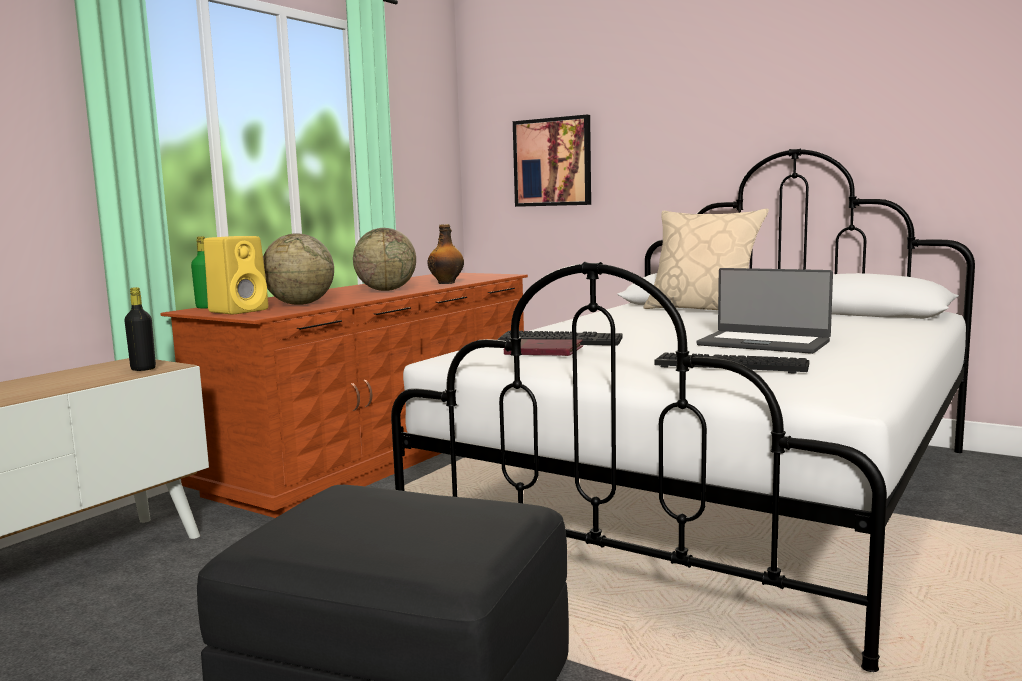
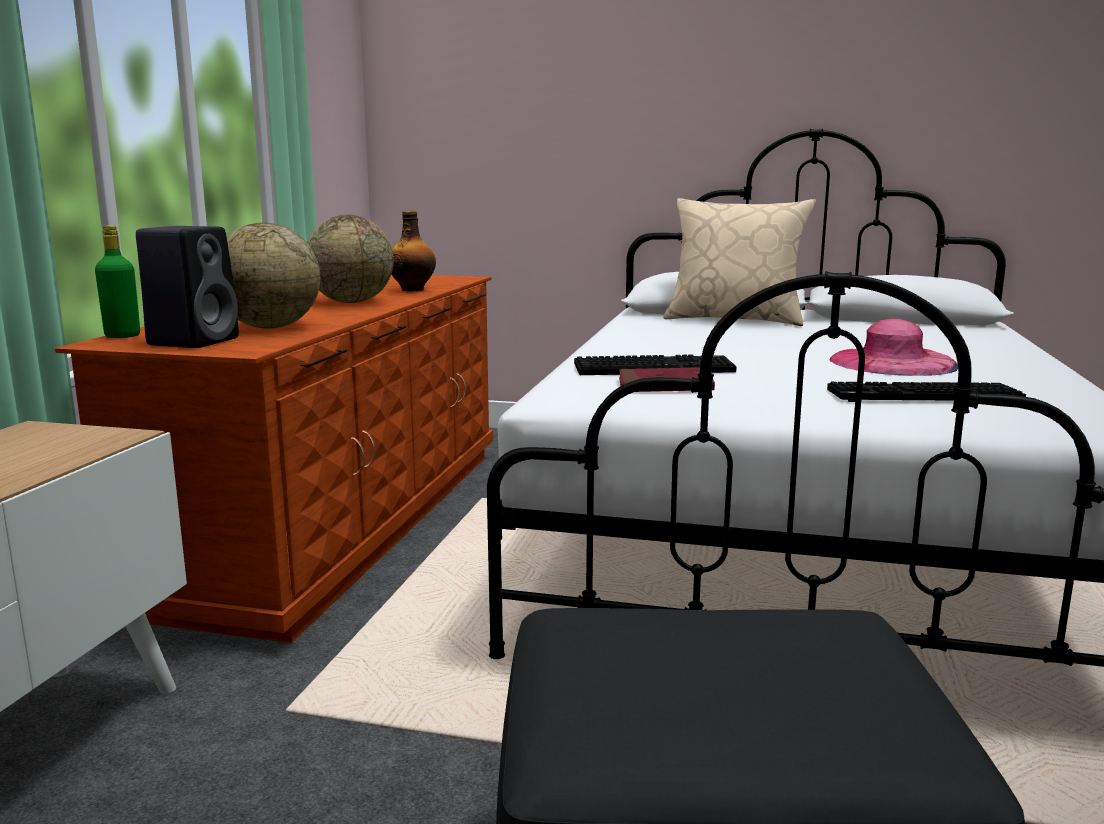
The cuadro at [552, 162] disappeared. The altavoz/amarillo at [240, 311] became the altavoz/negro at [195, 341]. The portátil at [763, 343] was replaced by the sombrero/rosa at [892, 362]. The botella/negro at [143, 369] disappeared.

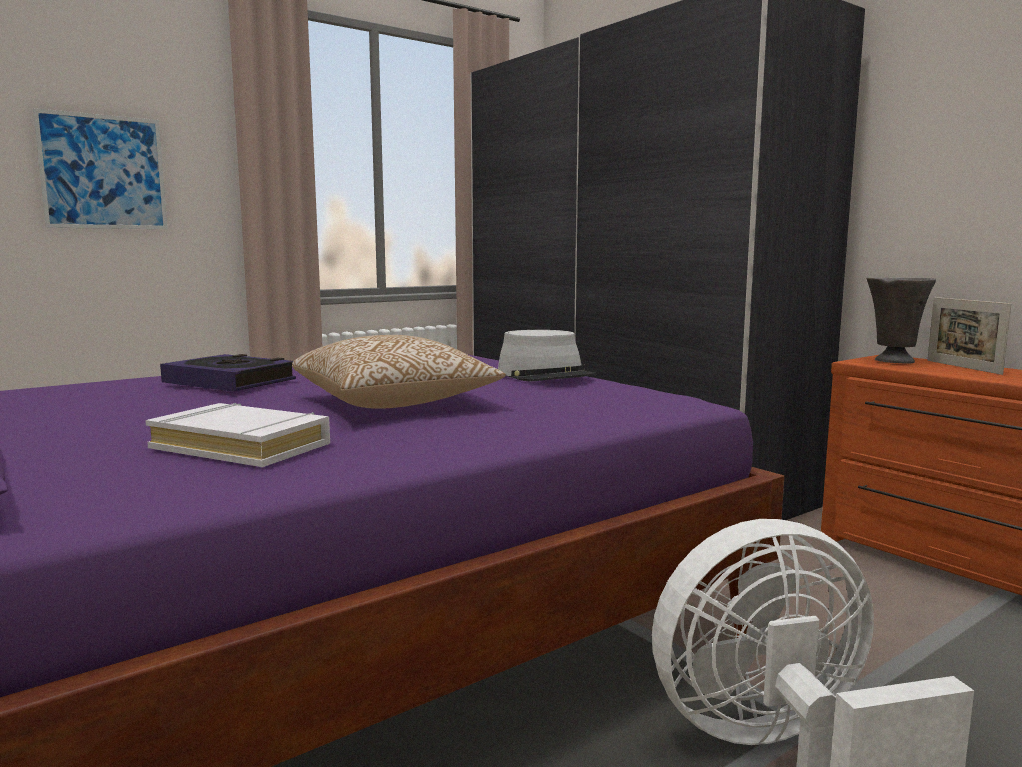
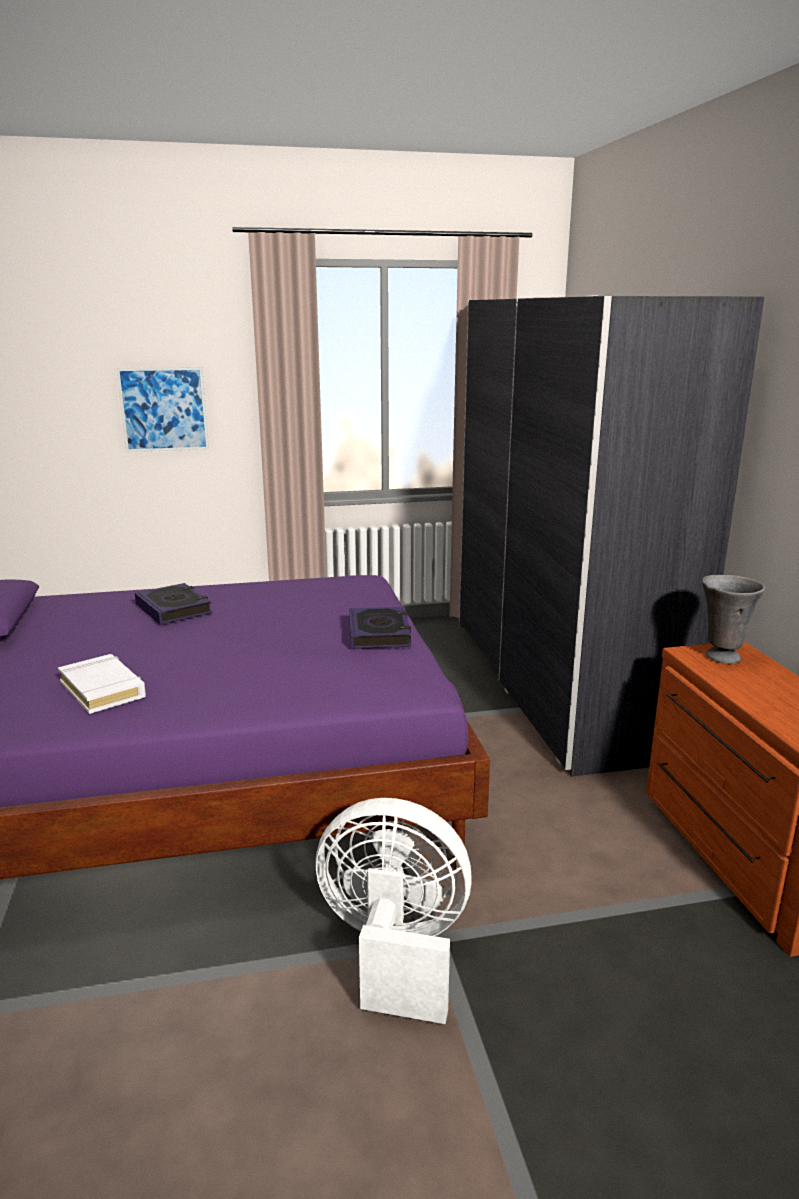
The portarretratos at [963, 367] disappeared. The sombrero/gris at [546, 375] was replaced by the libro at [379, 634]. The cojín at [396, 403] disappeared.

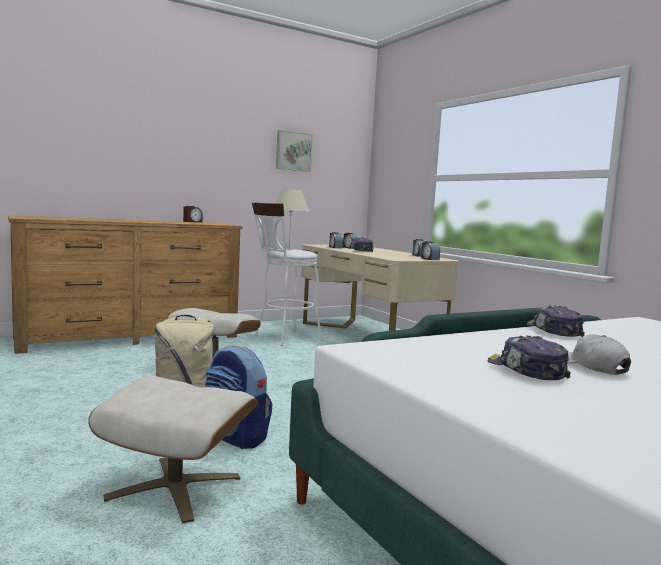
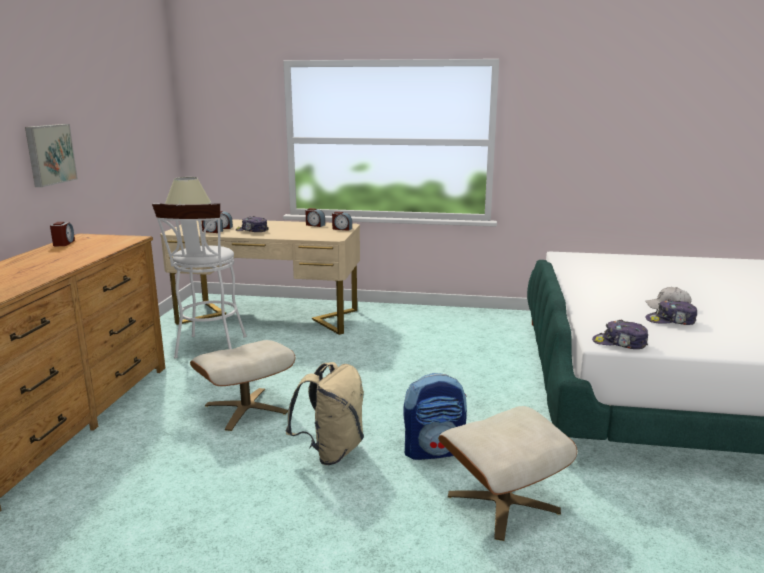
The cuadro moved from [293, 151] to [49, 154]. The gorra moved from [553, 331] to [619, 344].

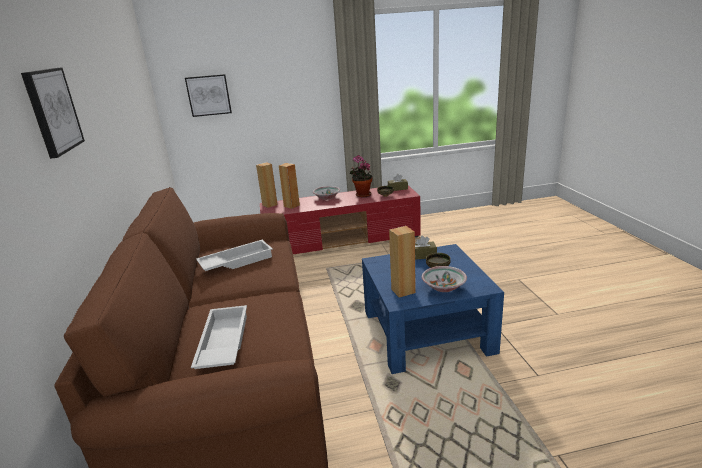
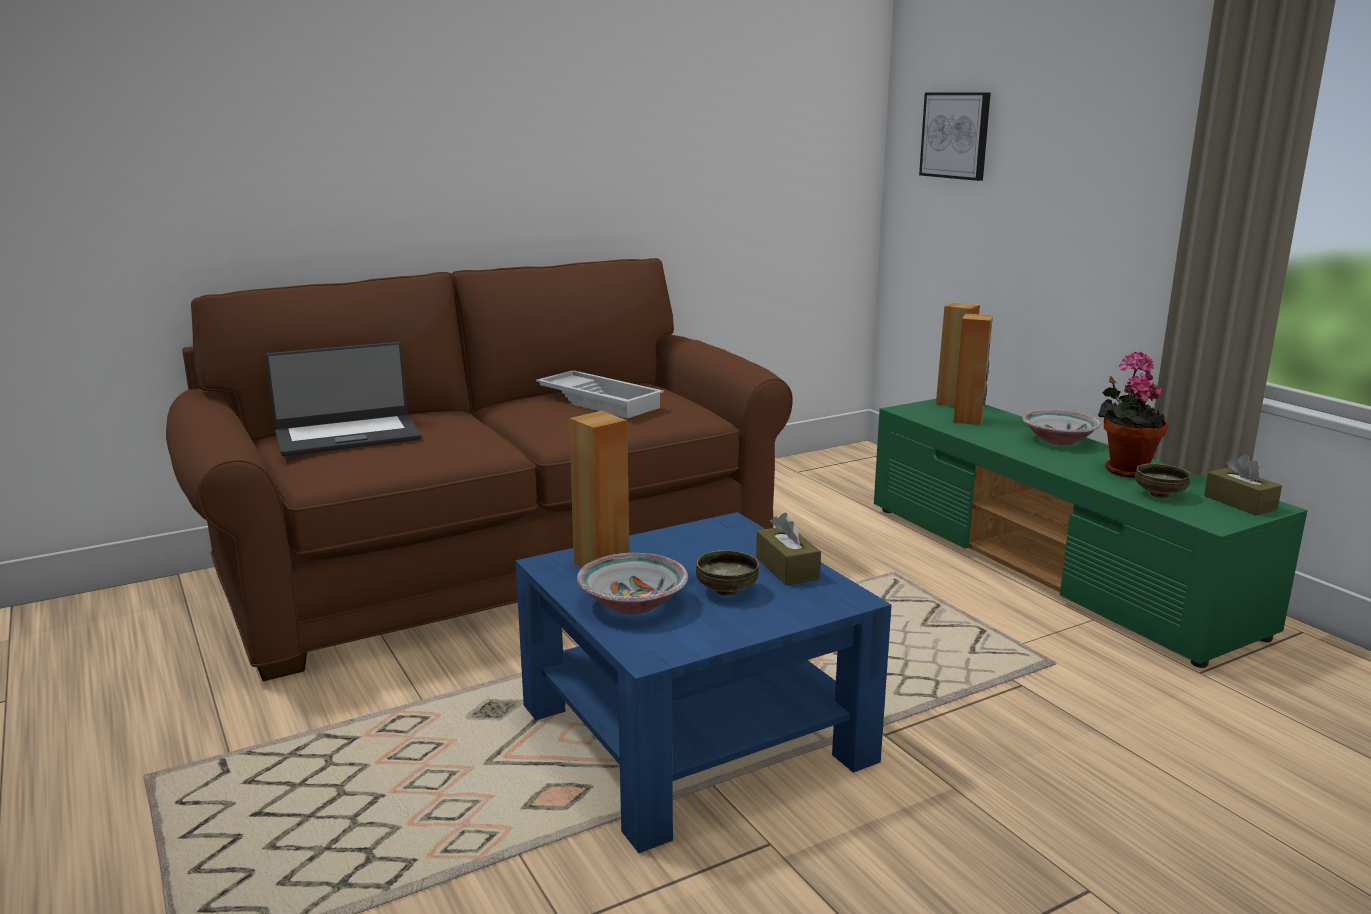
The cuadro at [52, 111] disappeared. The mueble de televisión/rojo at [343, 240] became the mueble de televisión/verde at [1053, 567]. The bandeja/blanco at [222, 343] was replaced by the portátil at [347, 435].

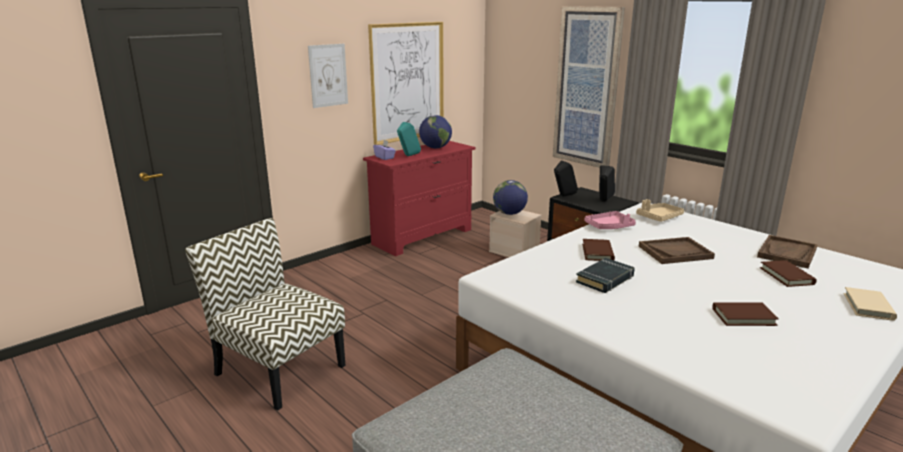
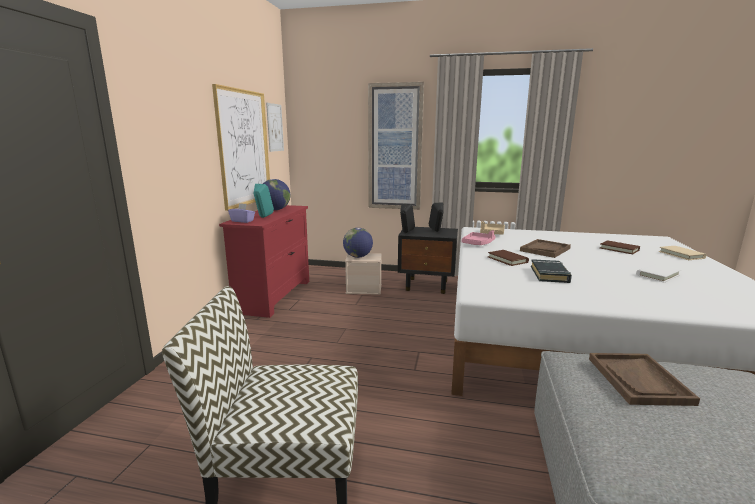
The cuadro moved from [328, 75] to [275, 127]. The bandeja/marrón moved from [787, 253] to [638, 380]. The libro/marrón at [743, 317] became the libro/blanco at [657, 275].

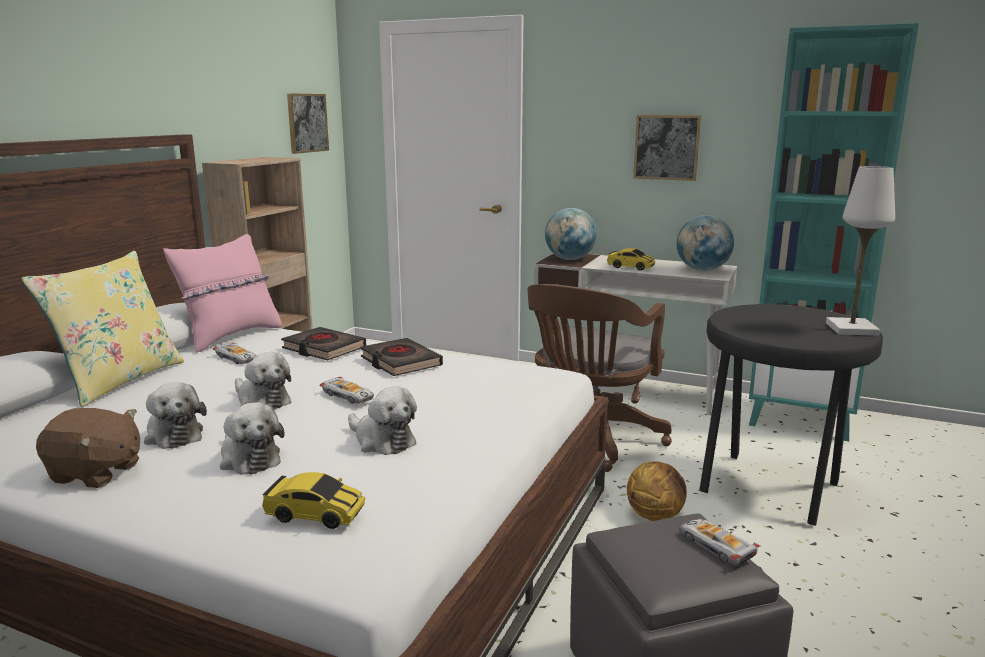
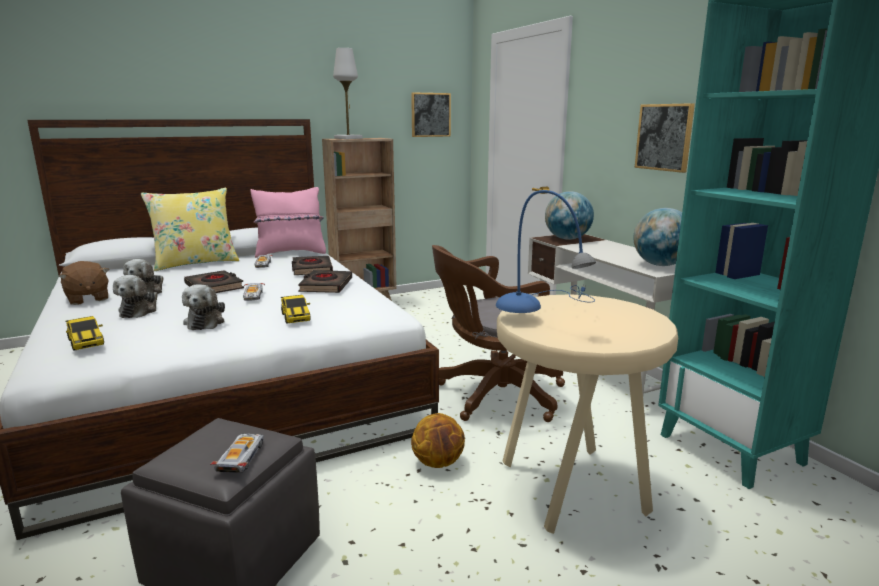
The lámpara de mesa/blanco moved from [851, 329] to [348, 138]. The coche de juguete moved from [630, 267] to [295, 317]. The taburete/negro at [772, 490] became the taburete/beis at [572, 490]. The peluche at [262, 401] was replaced by the libro/negro at [214, 287]. The lámpara de mesa/azul at [543, 318] appeared.

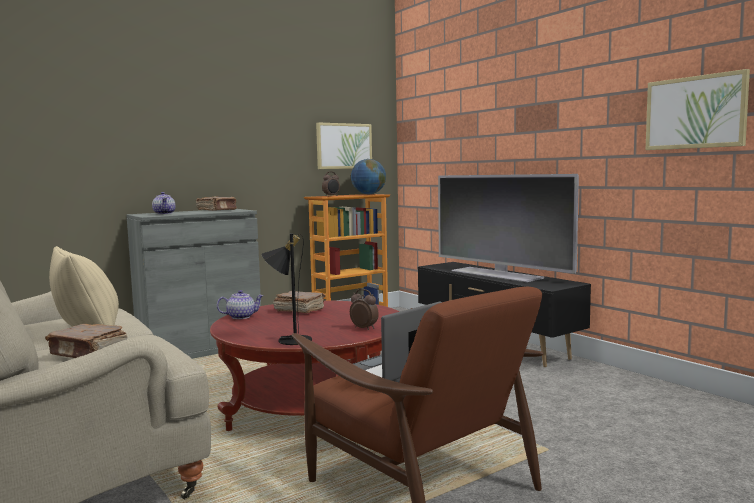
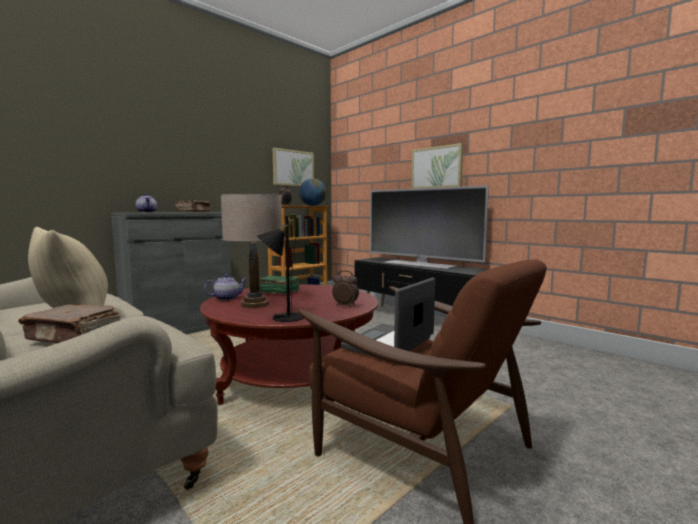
The cuadro moved from [695, 112] to [436, 167]. The libro/marrón at [299, 310] became the libro/verde at [277, 292]. The lámpara de mesa/beis at [255, 305] appeared.

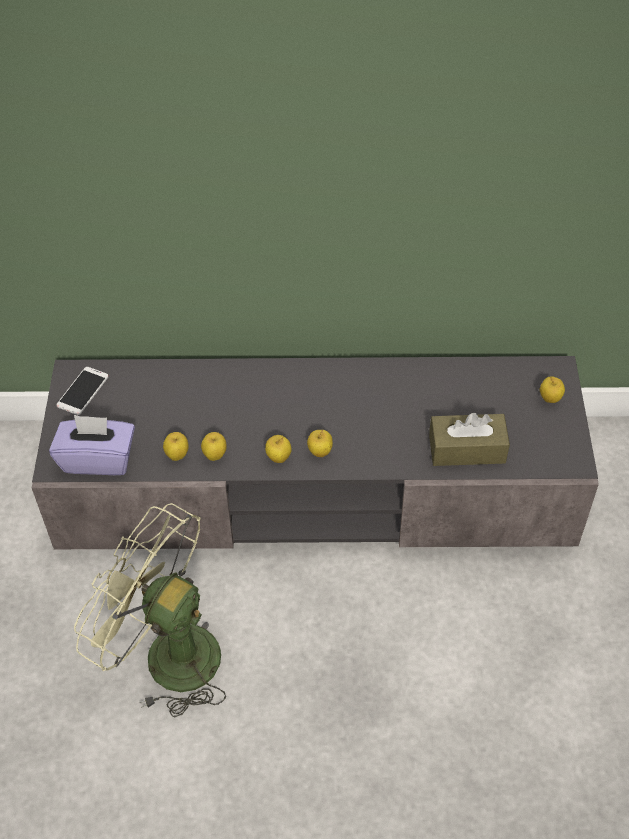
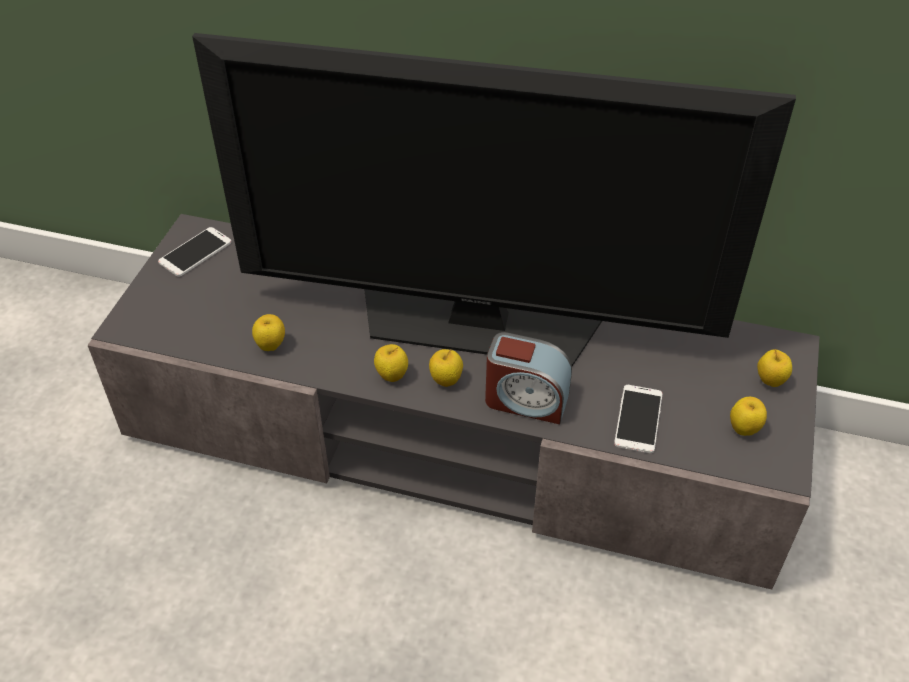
The caja de pañuelos/marrón at [467, 449] was replaced by the móvil at [638, 419]. The caja de pañuelos/morado at [98, 459] disappeared. The manzana moved from [215, 455] to [744, 429]. The ventilador/verde at [167, 653] disappeared. The televisor at [478, 321] appeared. The despertador at [526, 400] appeared.

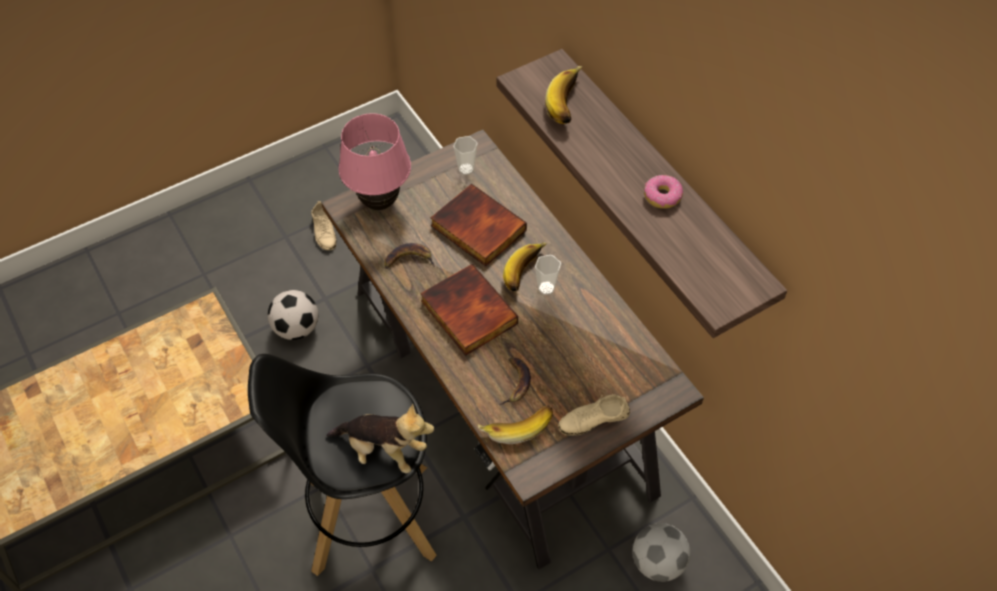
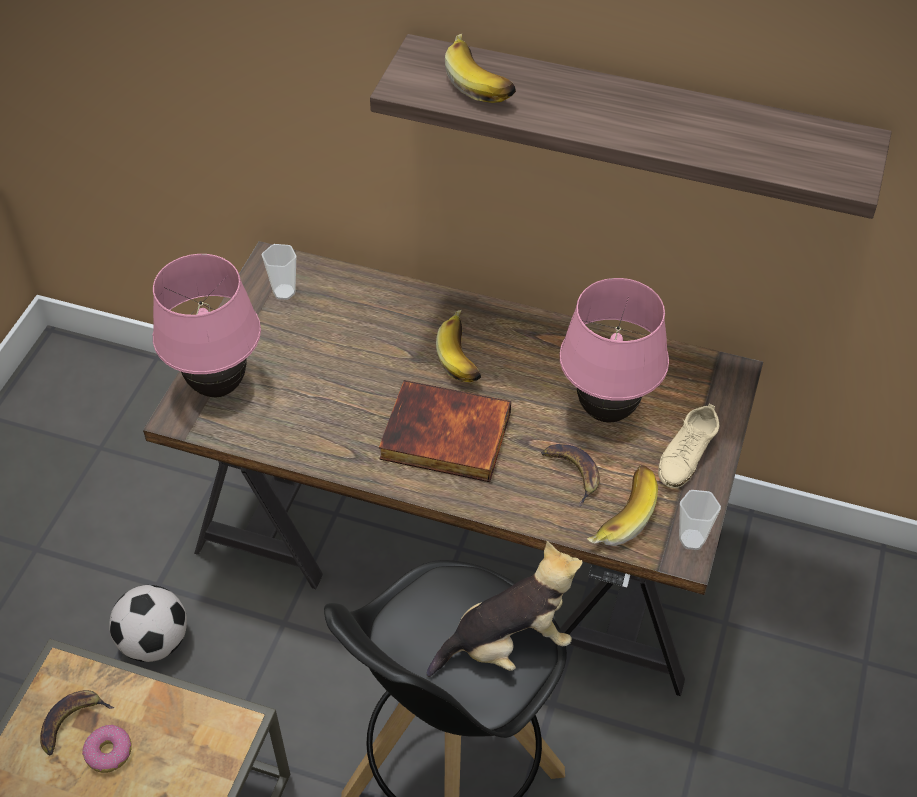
The rosquilla moved from [662, 196] to [109, 753]. The libro at [476, 228] disappeared. The zapato/beis at [324, 231] disappeared. The plátano moved from [409, 259] to [72, 722]. The taza moved from [546, 288] to [692, 539]. The balón de fútbol at [658, 562] disappeared. The lámpara de mesa/rosa at [607, 411] appeared.

